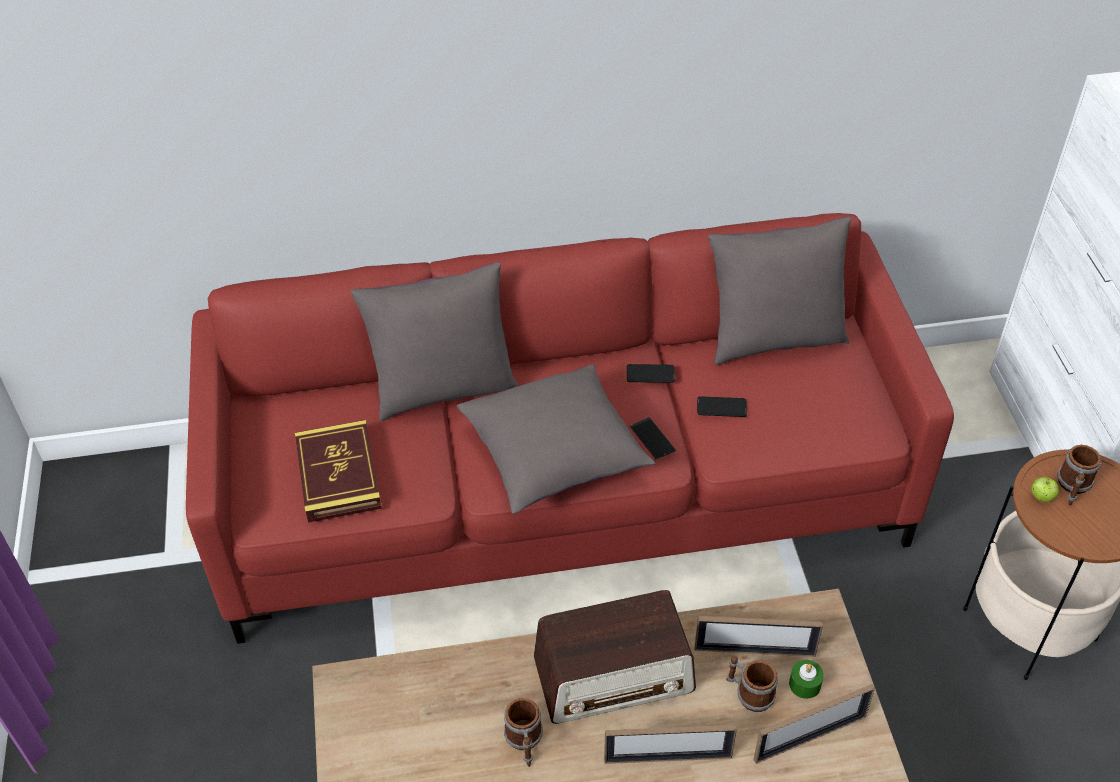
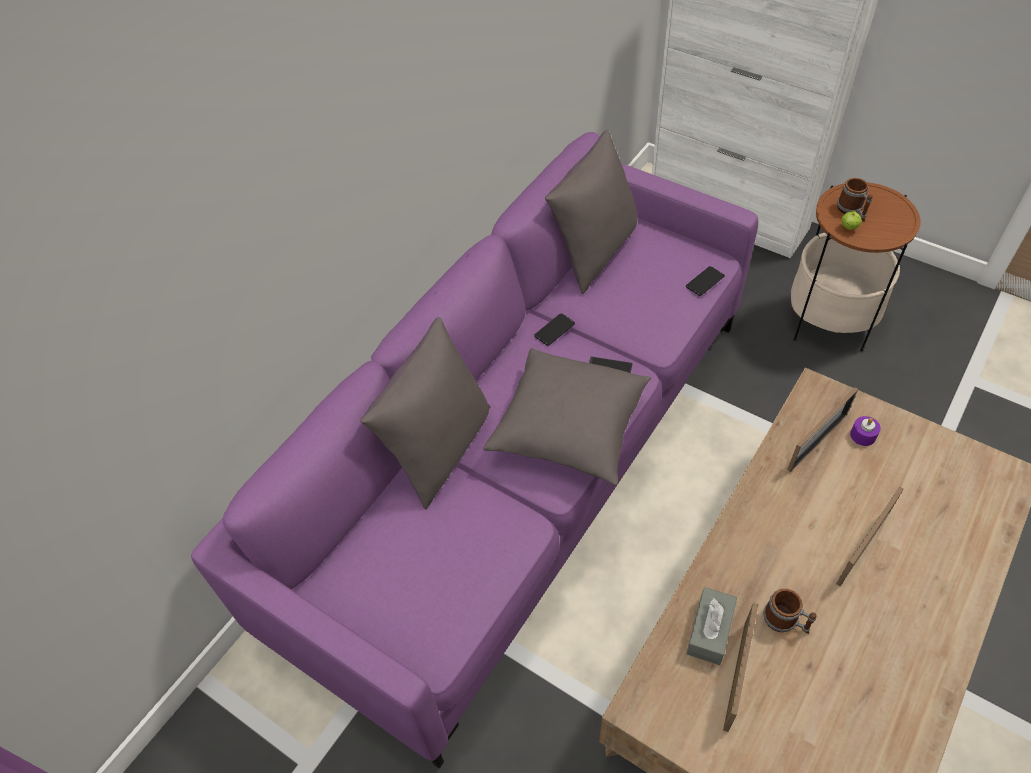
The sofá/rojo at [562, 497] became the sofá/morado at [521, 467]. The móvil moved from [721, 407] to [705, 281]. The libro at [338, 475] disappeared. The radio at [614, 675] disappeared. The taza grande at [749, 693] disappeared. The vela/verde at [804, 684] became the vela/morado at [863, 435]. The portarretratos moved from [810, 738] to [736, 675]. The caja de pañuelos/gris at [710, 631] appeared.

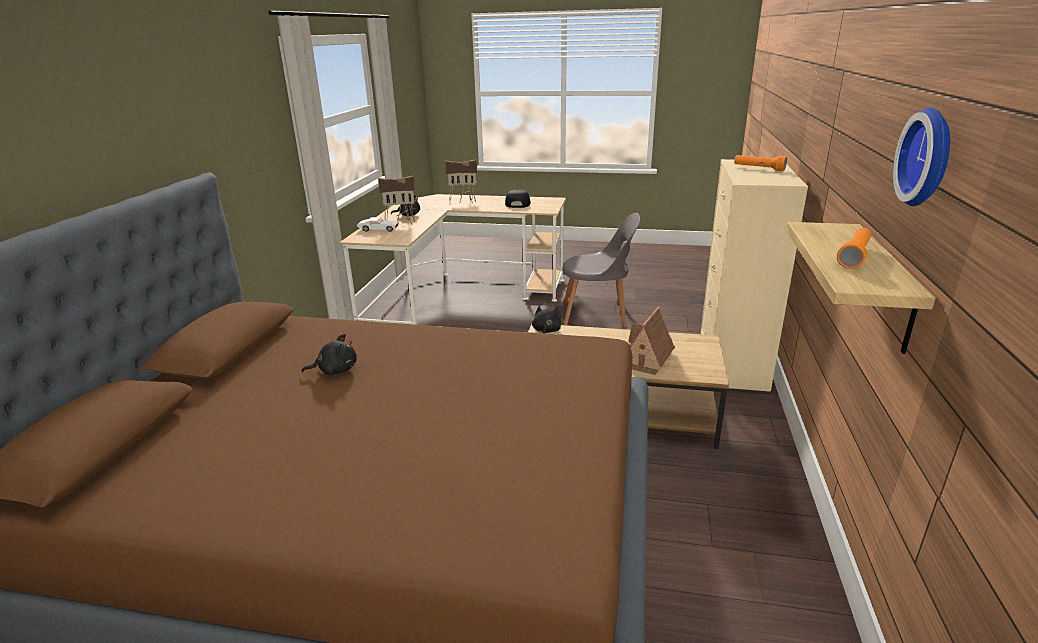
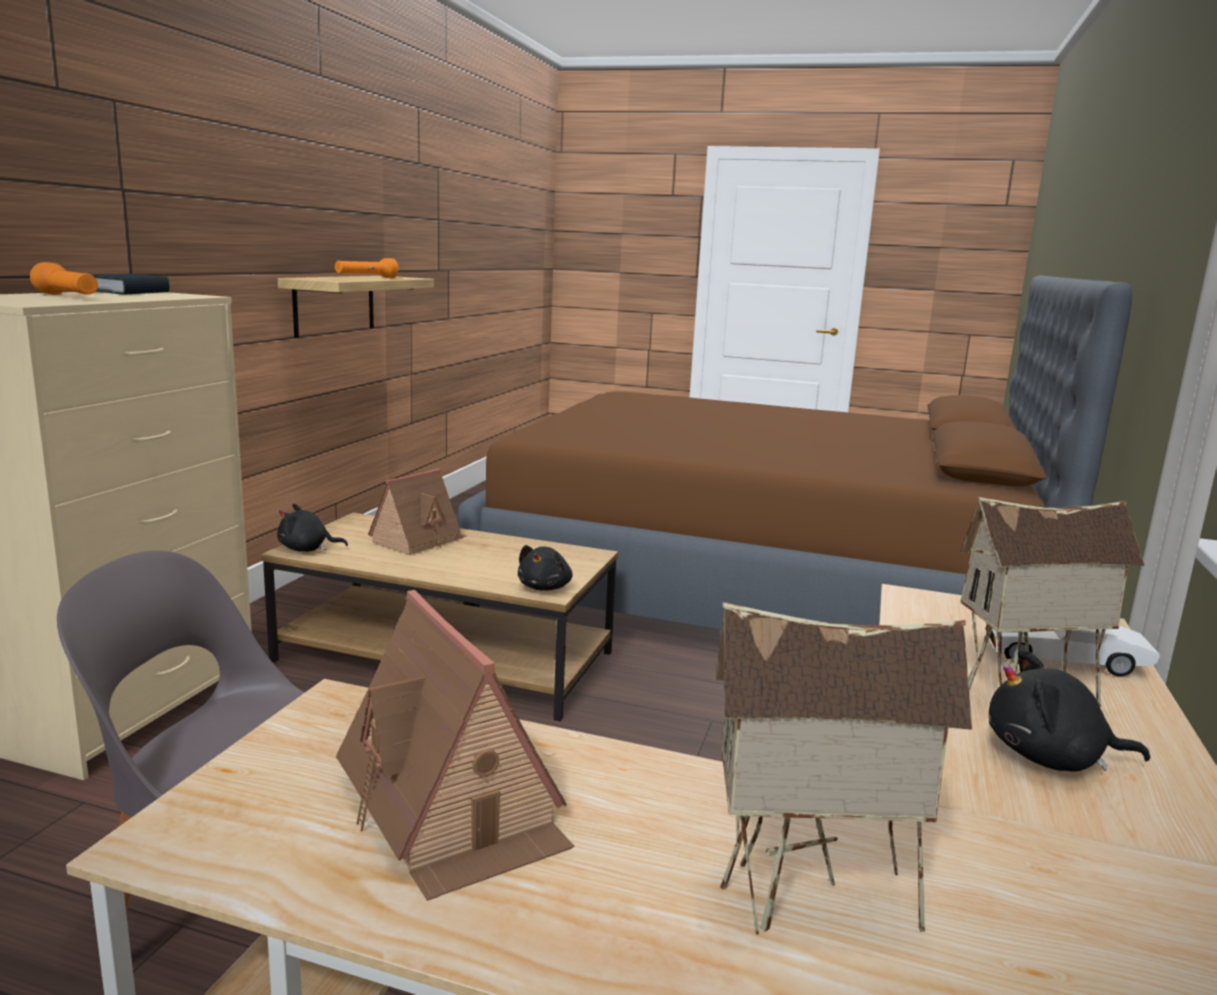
The reloj de pared at [930, 158] disappeared. The gorra/negro at [517, 204] was replaced by the casita at [453, 807]. The peluche/negro moved from [335, 370] to [307, 549]. The libro at [129, 292] appeared.

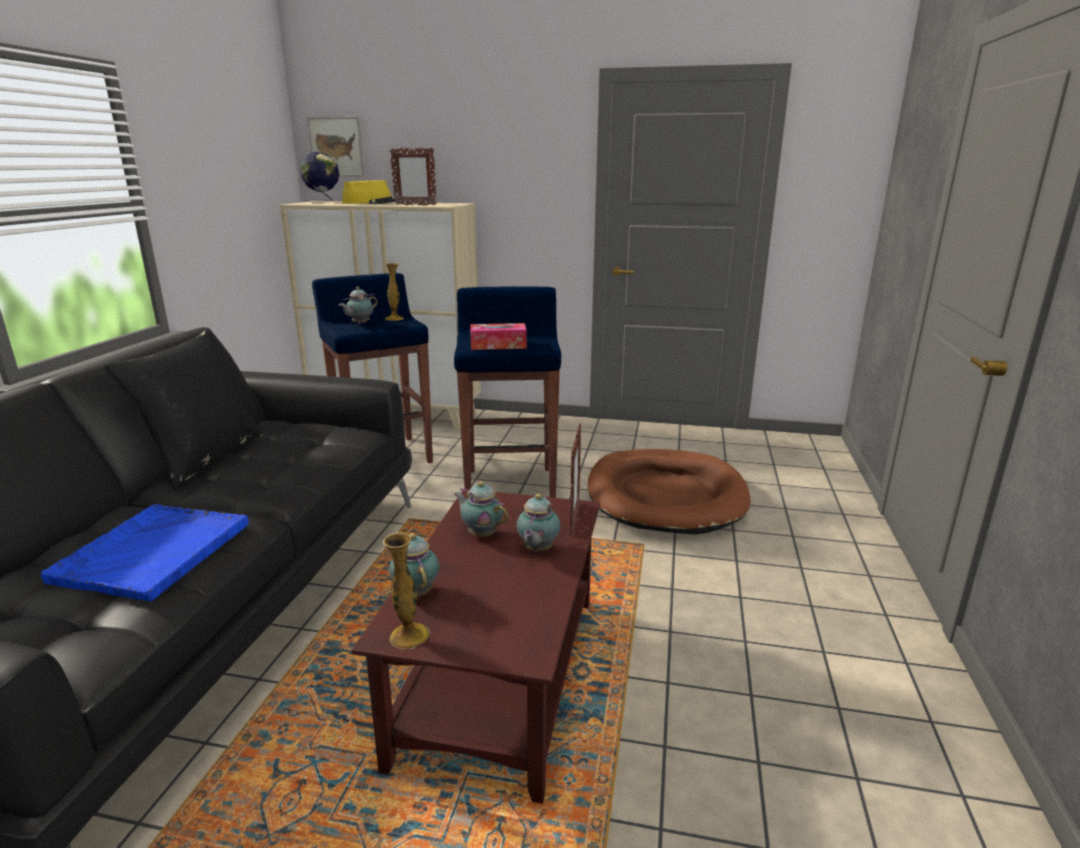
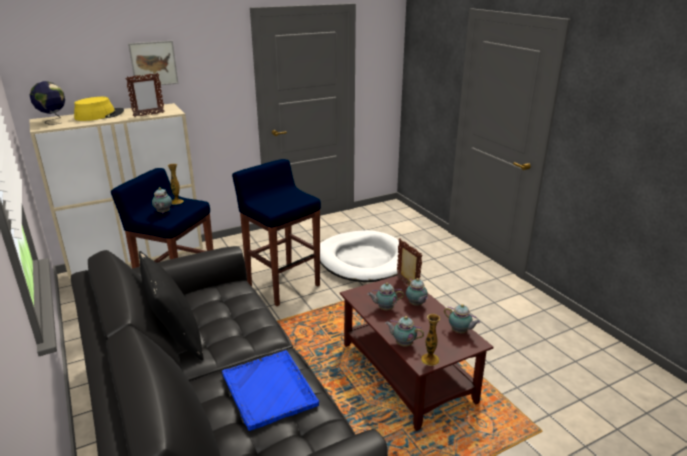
The cuadro moved from [336, 147] to [153, 63]. The caja de pañuelos at [498, 345] disappeared. The cama para perro/marrón at [665, 496] became the cama para perro/blanco at [363, 260]. The tetera at [460, 332] appeared.

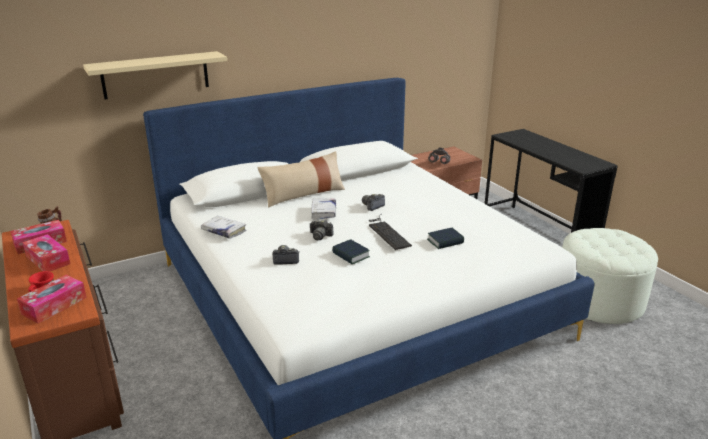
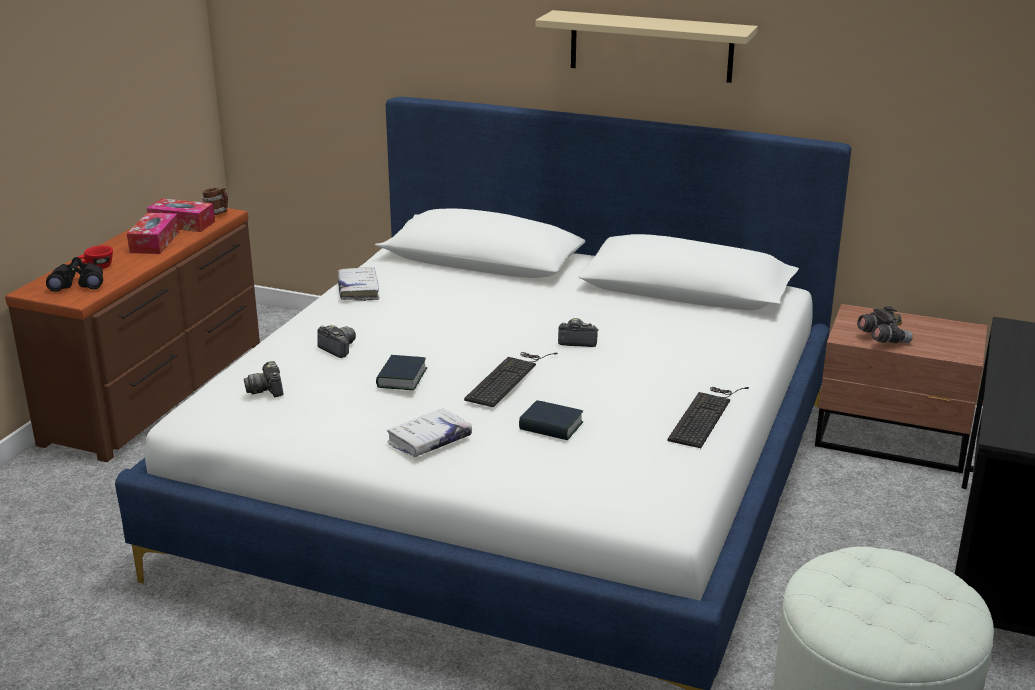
The estante/beis moved from [155, 75] to [651, 46]. The cojín/beis at [303, 194] disappeared. The libro/blanco moved from [323, 212] to [429, 441]. The cámara moved from [320, 236] to [267, 389]. The caja de pañuelos at [54, 305] was replaced by the prismáticos/negro at [78, 284]. The teclado at [705, 415] appeared.

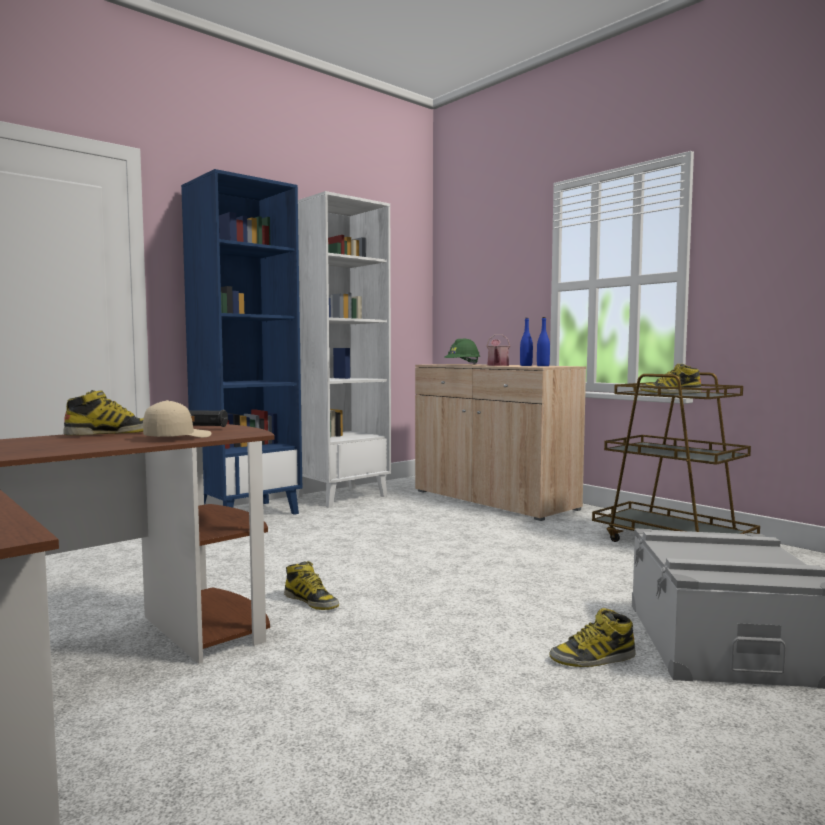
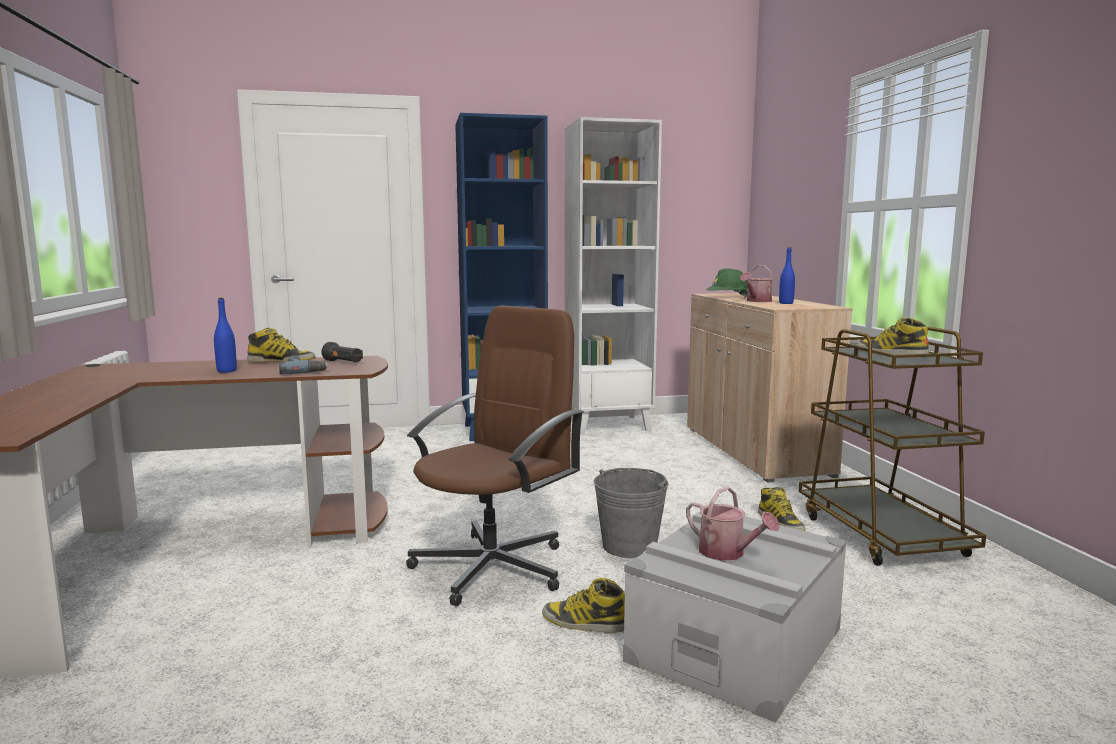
The botella/azul moved from [543, 366] to [227, 371]. The gorra/beis at [177, 437] was replaced by the taladro at [304, 370]. The bota moved from [311, 601] to [781, 523]. The silla de oficina/marrón at [493, 567] appeared. The cubo/gris at [629, 546] appeared. The regadera at [727, 553] appeared.

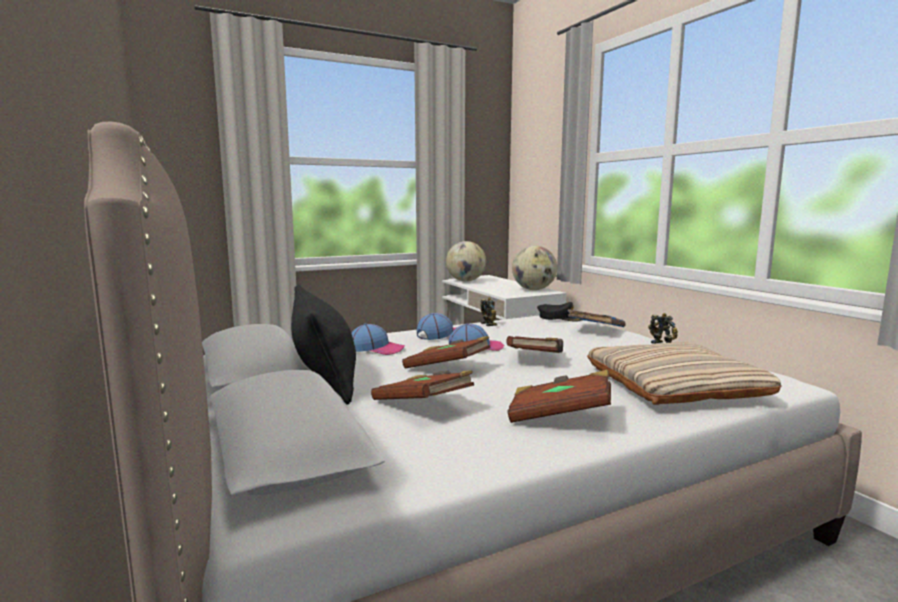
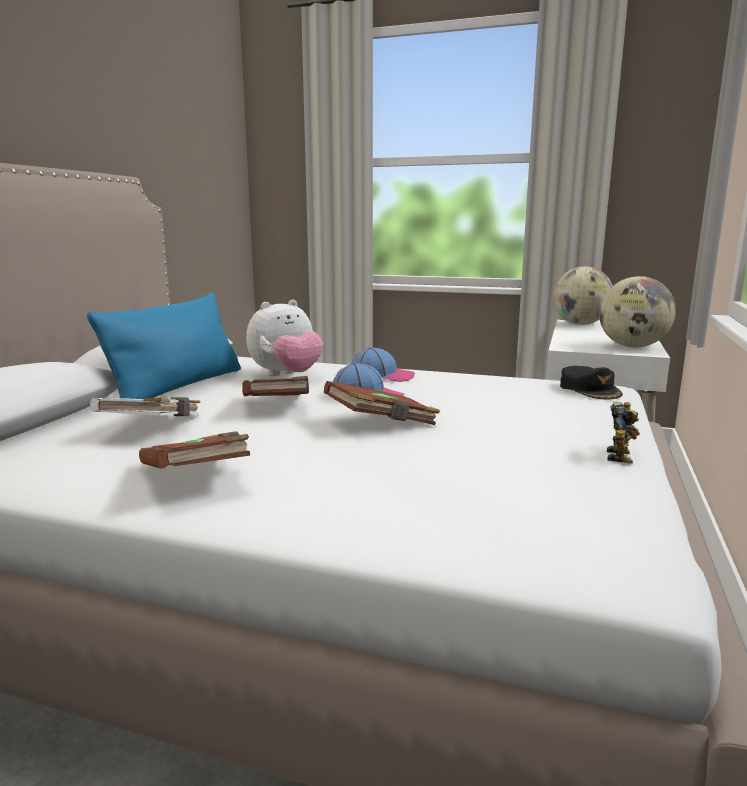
The cojín/negro at [324, 377] became the cojín/azul at [179, 387]. The robot de juguete at [490, 324] disappeared. The libro/azul at [596, 329] disappeared. The gorra at [376, 349] was replaced by the peluche at [286, 375]. The cojín/beis at [674, 384] disappeared. The libro/marrón at [423, 405] became the libro/blanco at [154, 428].

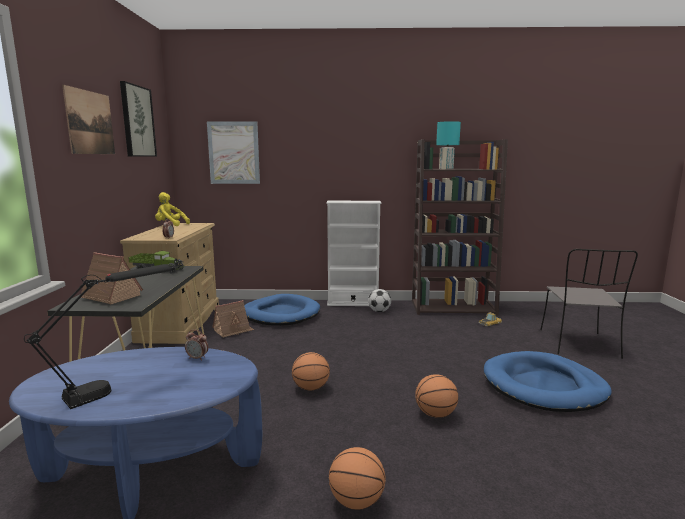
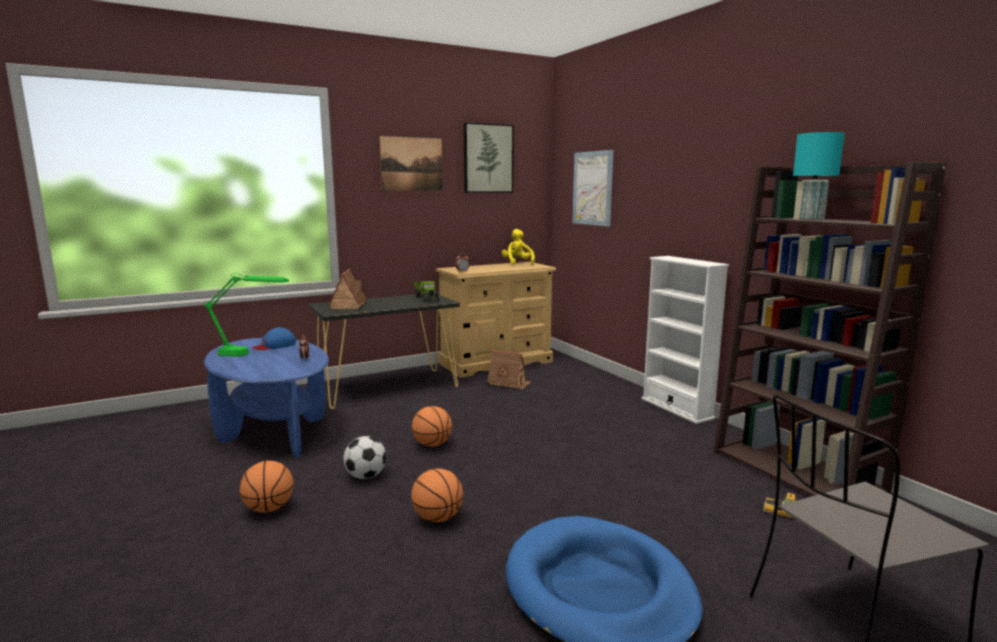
The lámpara de mesa/negro at [117, 386] became the lámpara de mesa/verde at [251, 354]. The balón de fútbol moved from [379, 311] to [366, 476]. The cama para perro/azul at [281, 314] disappeared. The gorra/azul at [275, 345] appeared.

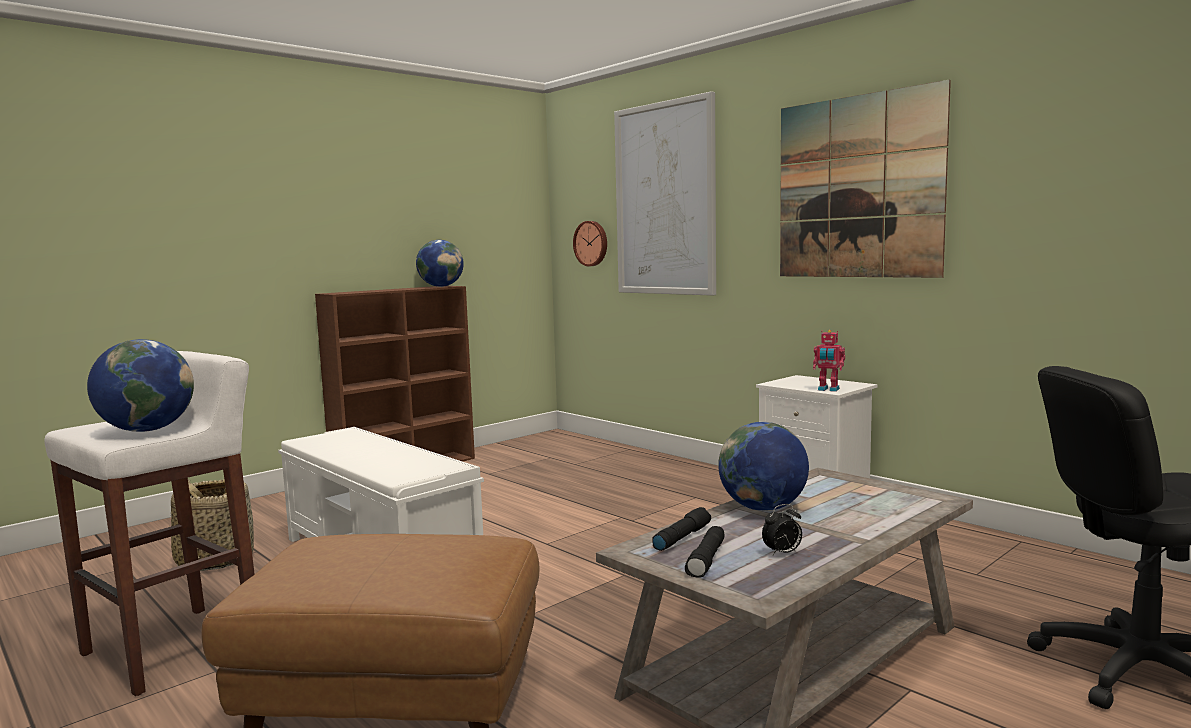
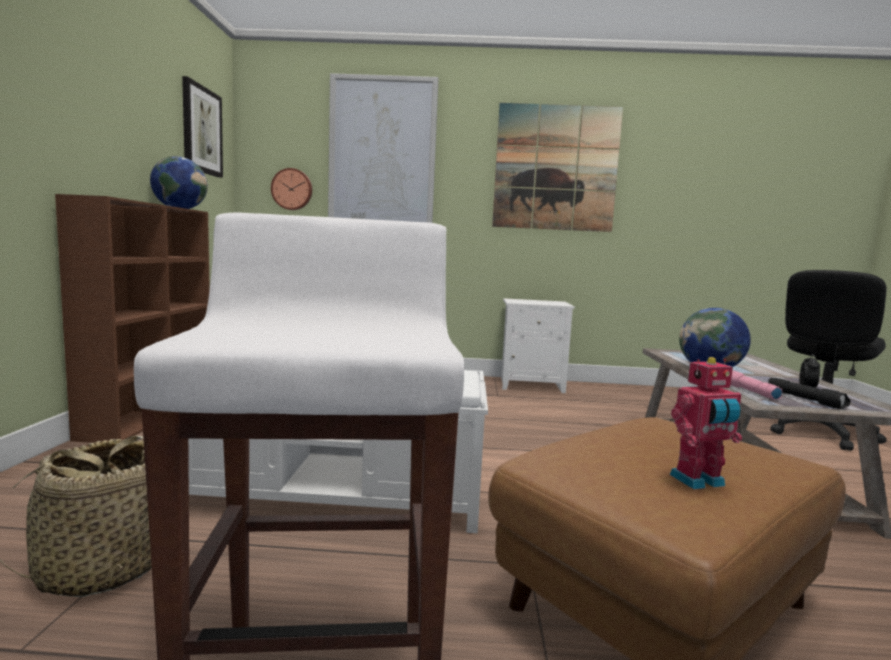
The robot de juguete moved from [828, 390] to [699, 481]. The globo terráqueo at [147, 430] disappeared. The linterna/negro at [681, 537] became the linterna/rosa at [748, 391]. The cuadro at [201, 130] appeared.

